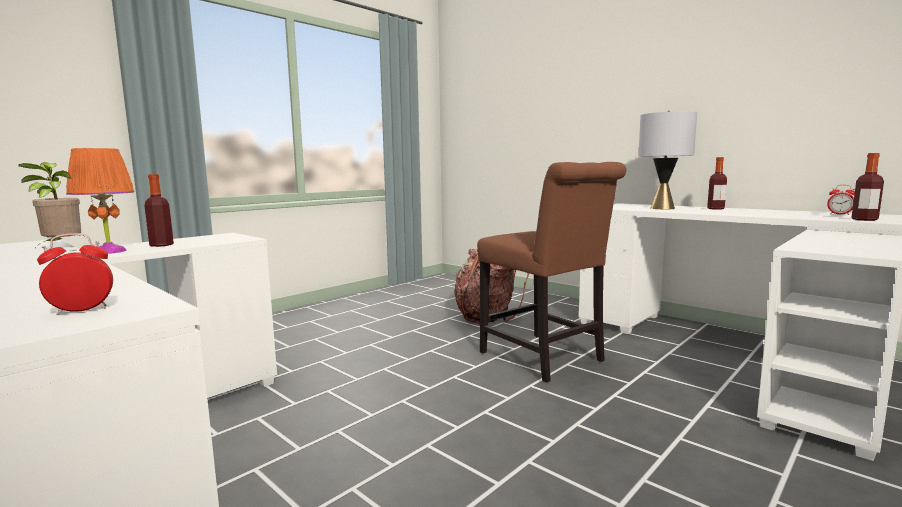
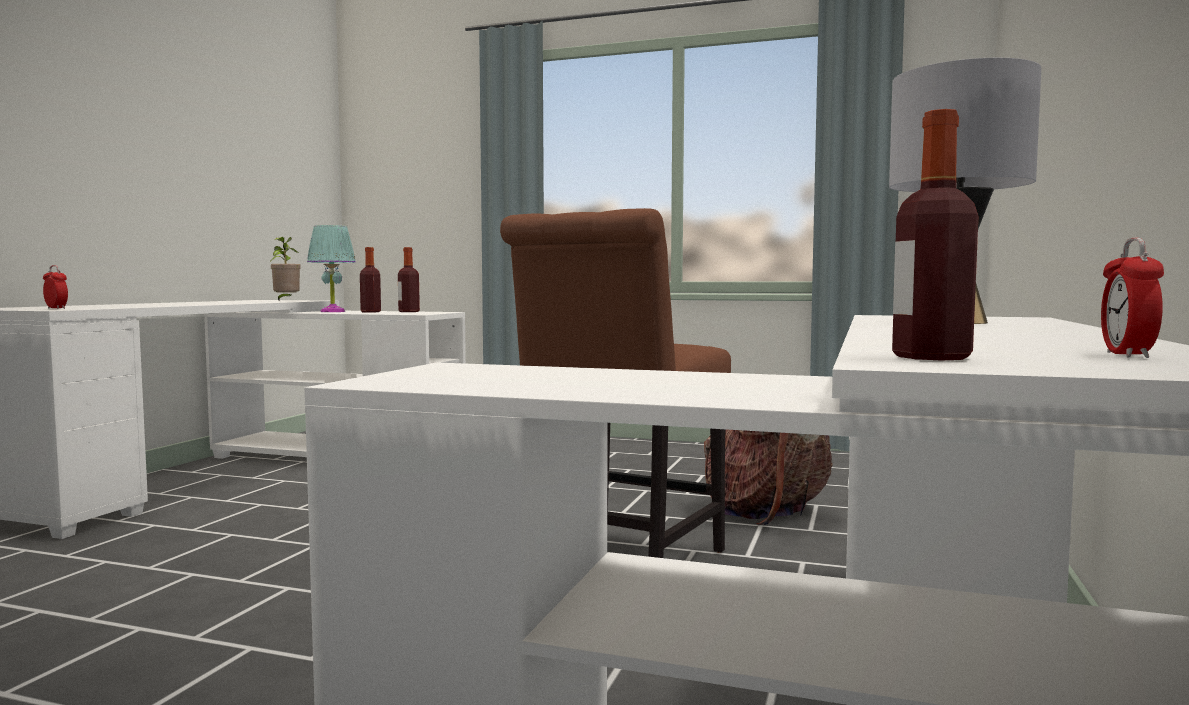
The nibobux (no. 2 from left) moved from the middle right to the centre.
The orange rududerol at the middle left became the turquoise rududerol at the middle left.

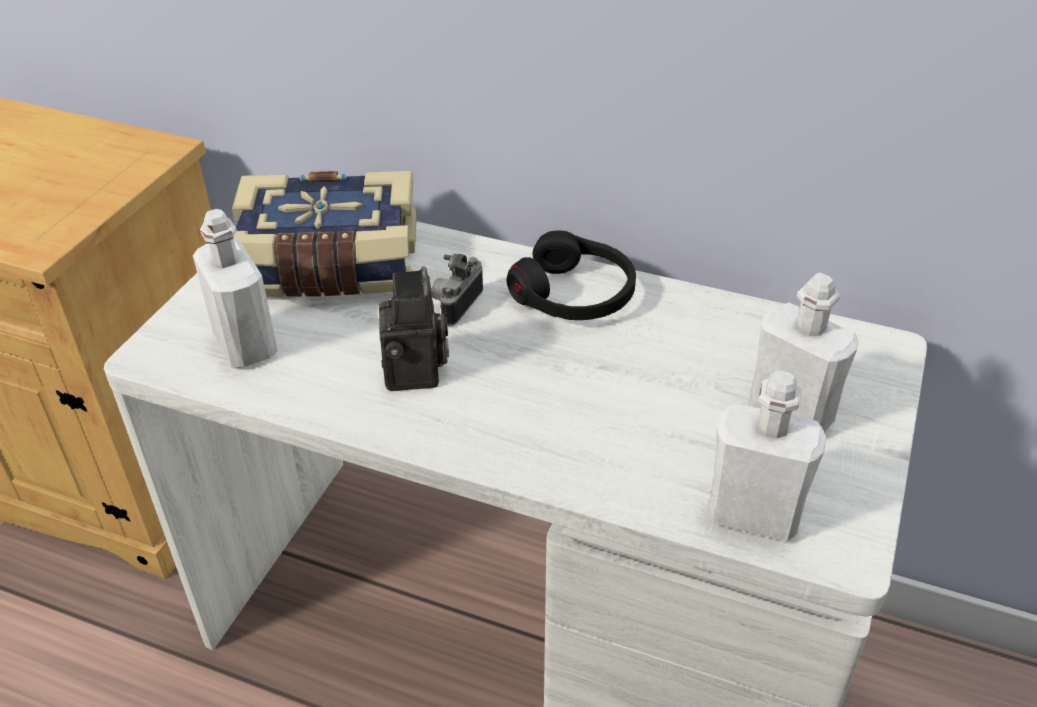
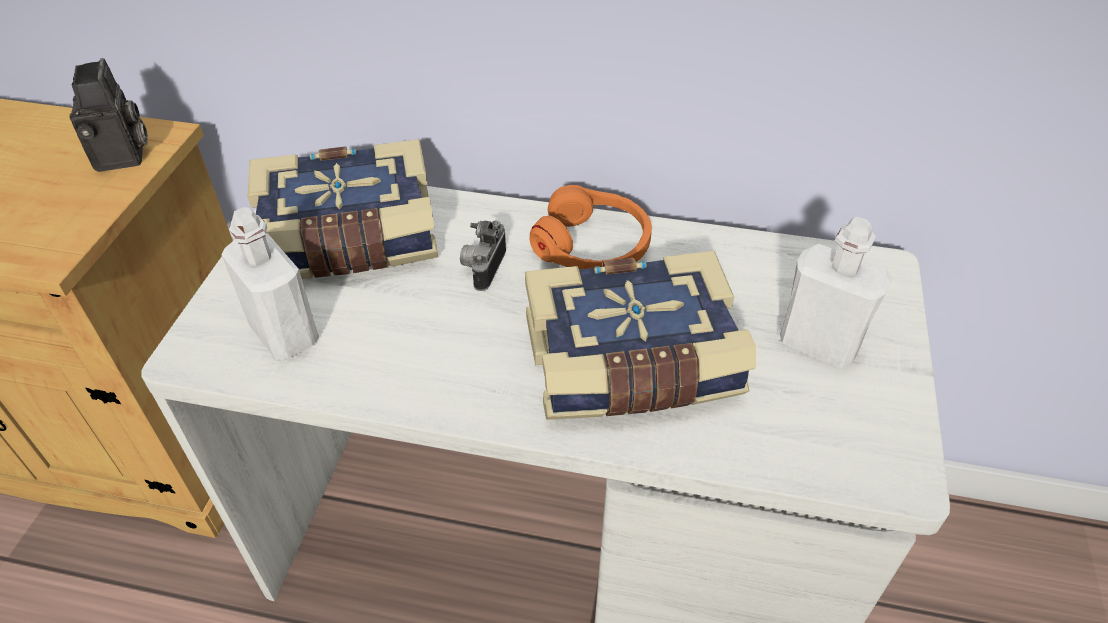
The white nibobux (no. 2 from left) at the middle right disappeared.
The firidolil (no. 2 from left) at the centre appeared.
The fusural (no. 1 from left) moved from the centre to the top left.
The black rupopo at the centre became the orange rupopo at the centre.

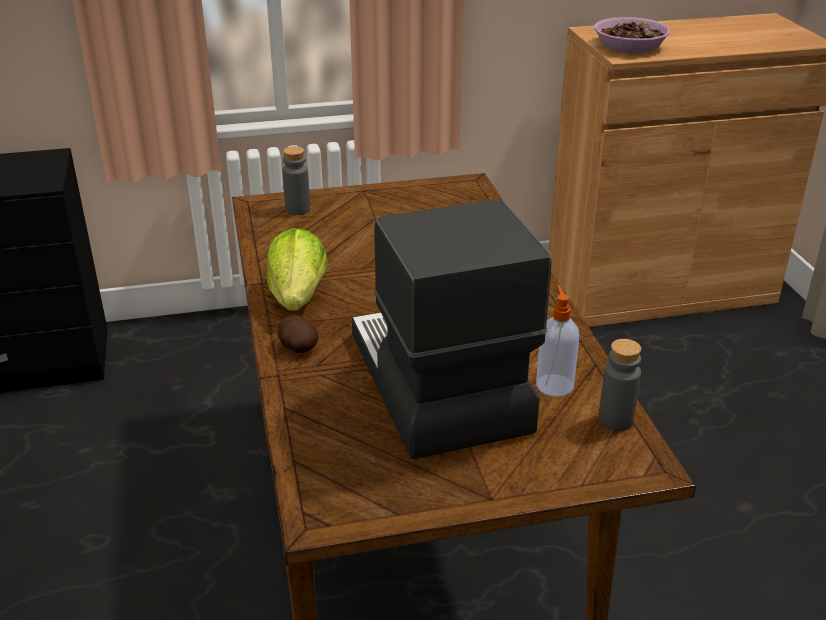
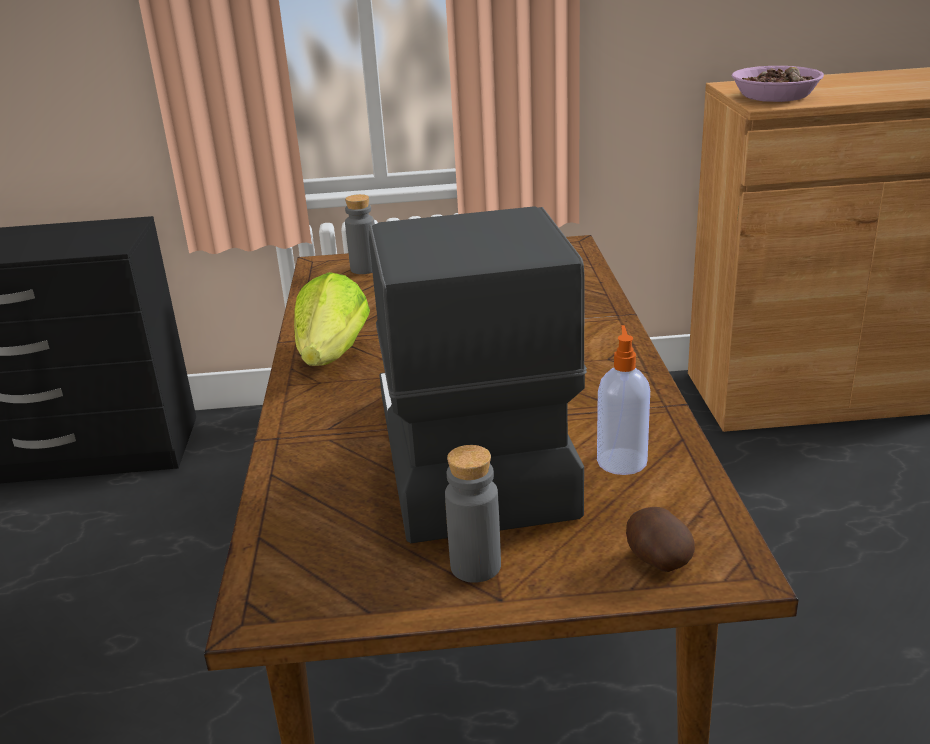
The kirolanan moved from the centre to the bottom right.
The grey nibobux (no. 2 from left) moved from the middle right to the bottom centre.

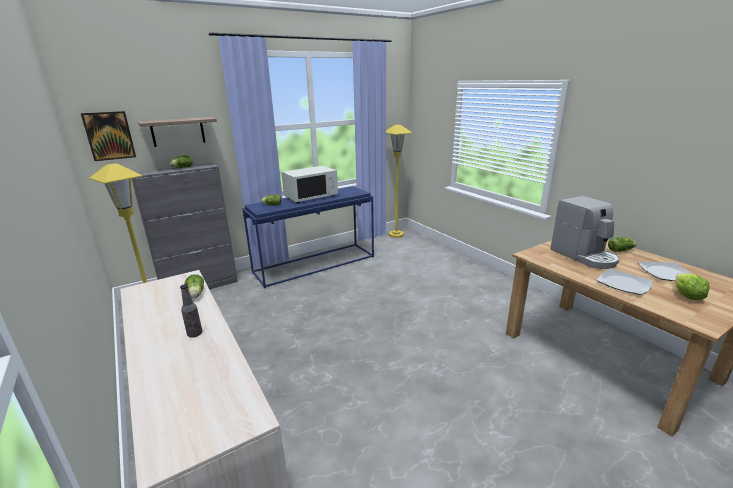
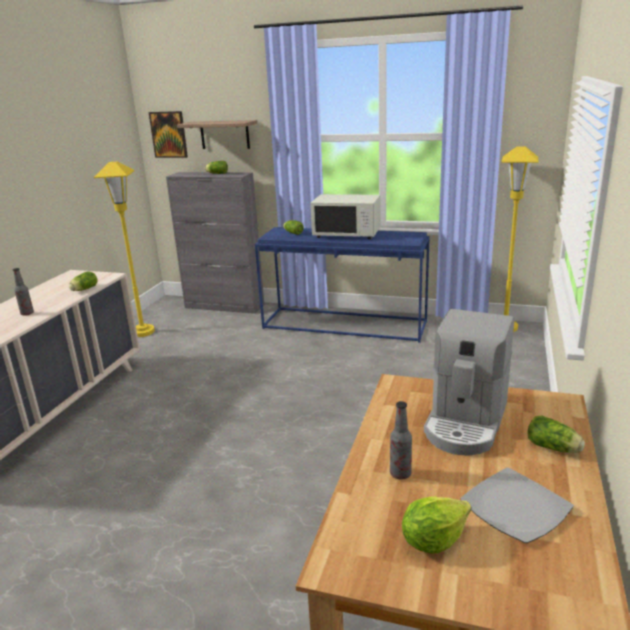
The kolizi (no. 1 from left) at the middle right was replaced by the nibobux (no. 2 from left) at the bottom centre.

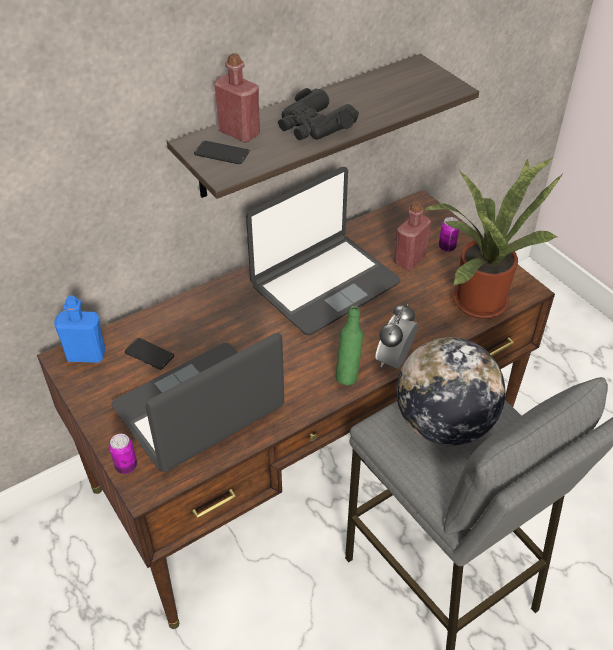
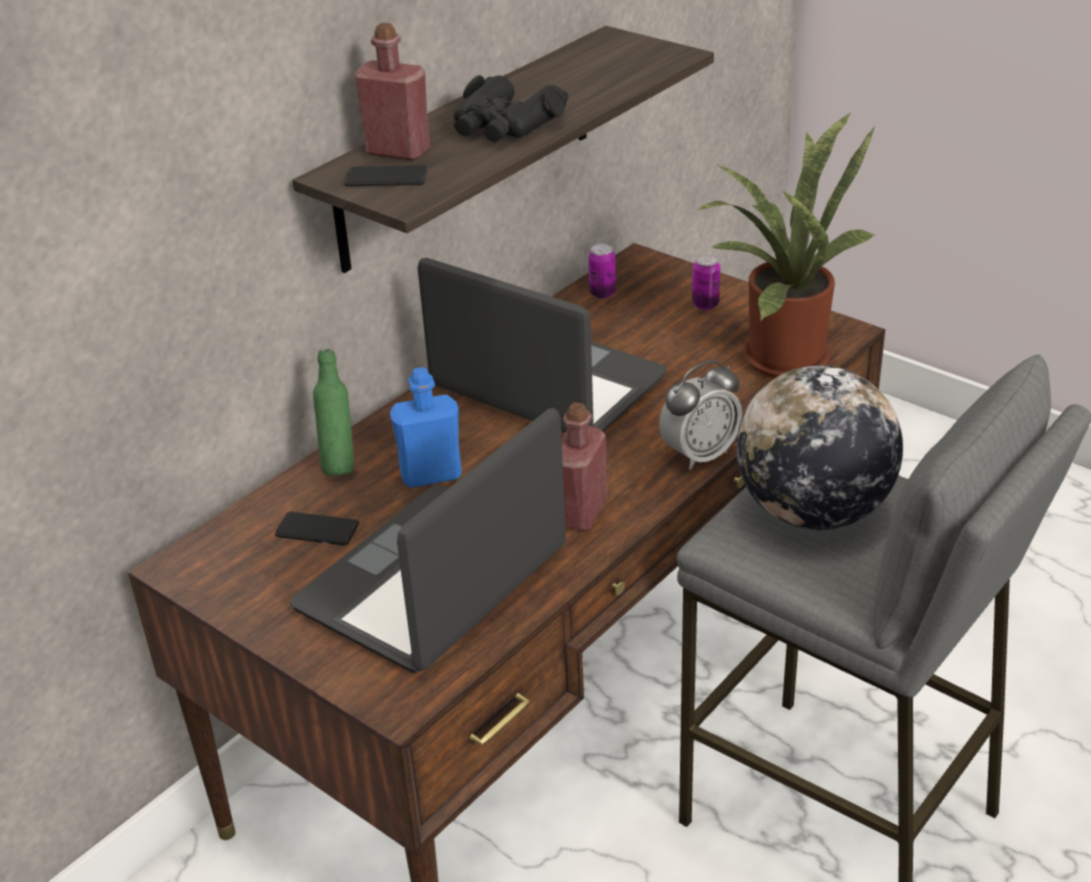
The blue nibobux moved from the middle left to the centre.
The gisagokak (no. 1 from left) moved from the bottom left to the top centre.
The green nibobux moved from the centre to the middle left.
The red nibobux (no. 2 from left) moved from the middle right to the centre.
The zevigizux (no. 2 from left) at the centre turned 90 degrees counterclockwise.
The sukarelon at the centre turned 135 degrees counterclockwise.

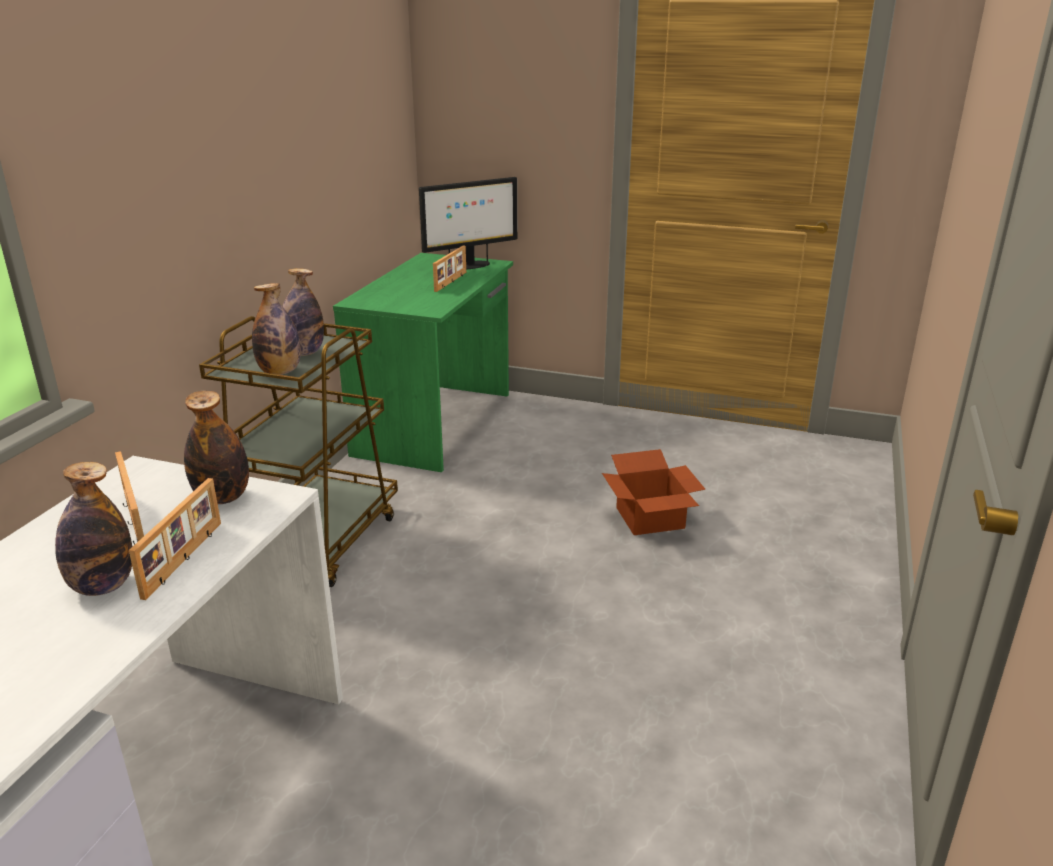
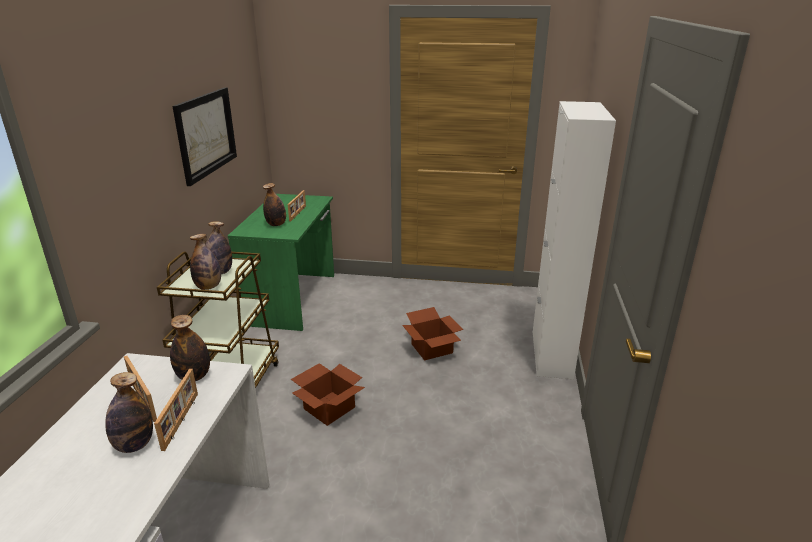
The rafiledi at the top centre disappeared.
The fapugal at the top left appeared.
The nibobux (no. 5 from left) at the centre appeared.
The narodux (no. 1 from left) at the bottom centre appeared.
The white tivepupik at the middle right appeared.

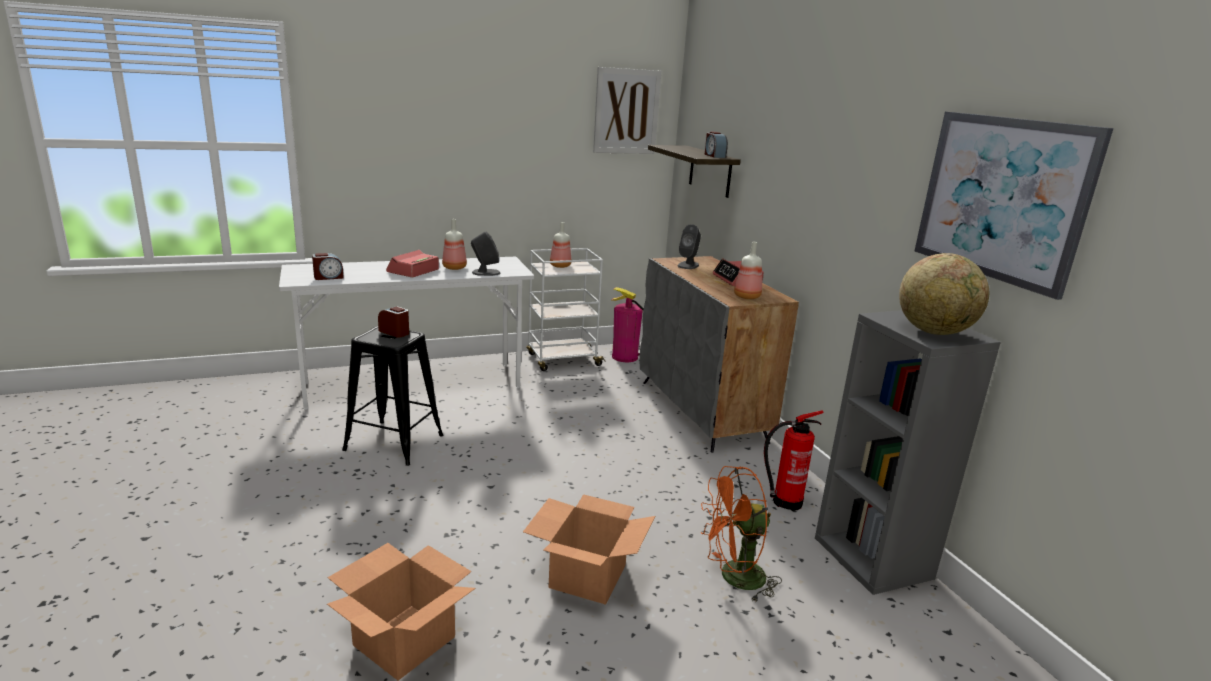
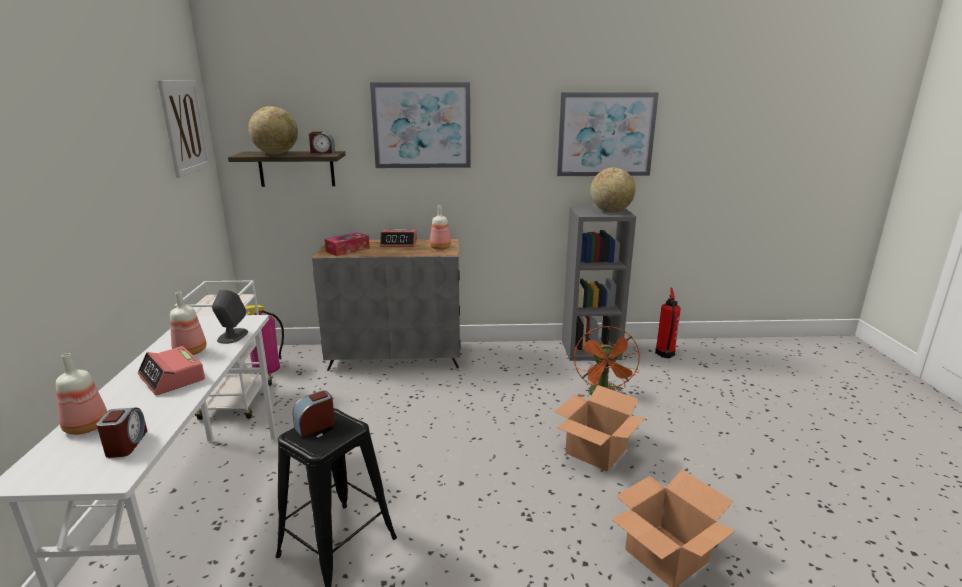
The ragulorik (no. 1 from left) at the top left appeared.
The fapugal (no. 2 from left) at the top centre appeared.
The nibobux (no. 2 from left in the first image) moved from the centre to the bottom left.
The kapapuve (no. 2 from left) moved from the bottom centre to the middle right.
The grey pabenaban (no. 2 from left) at the centre was replaced by the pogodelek at the centre.

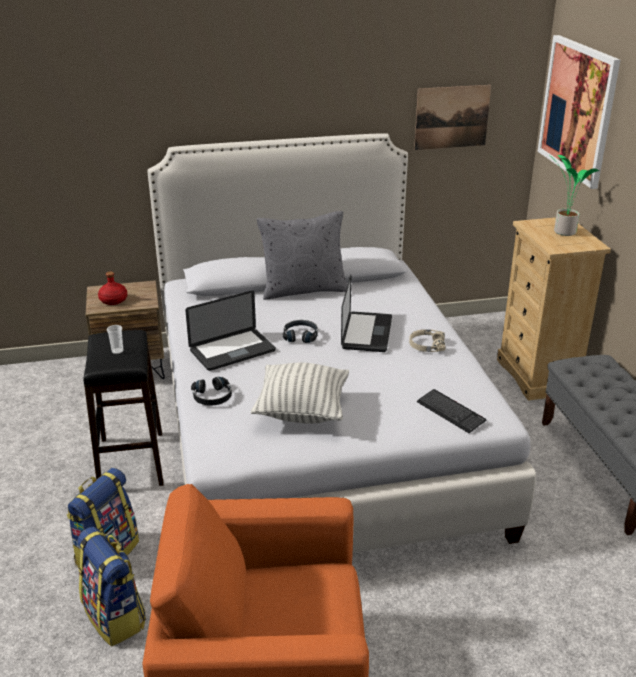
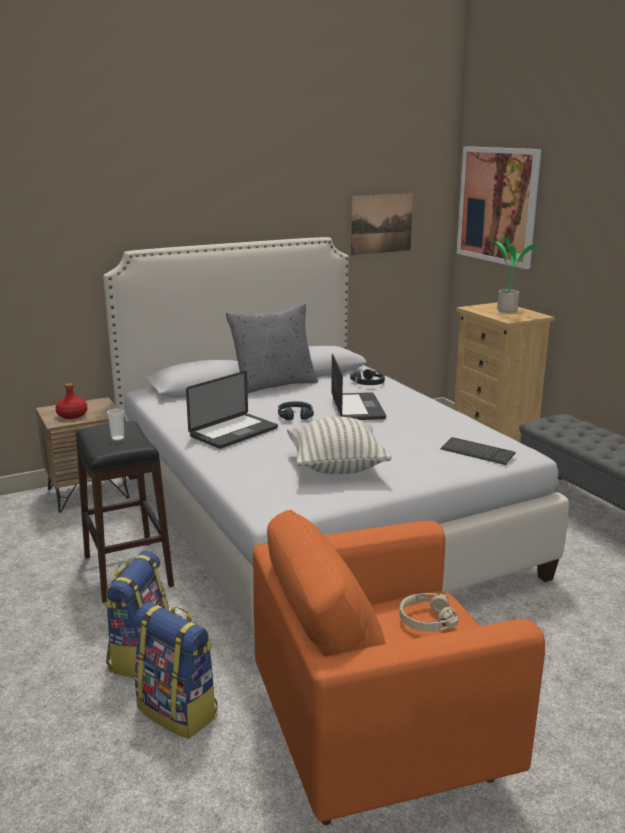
The black rupopo (no. 1 from left in the first image) moved from the middle left to the centre.
The beige rupopo moved from the middle right to the bottom right.

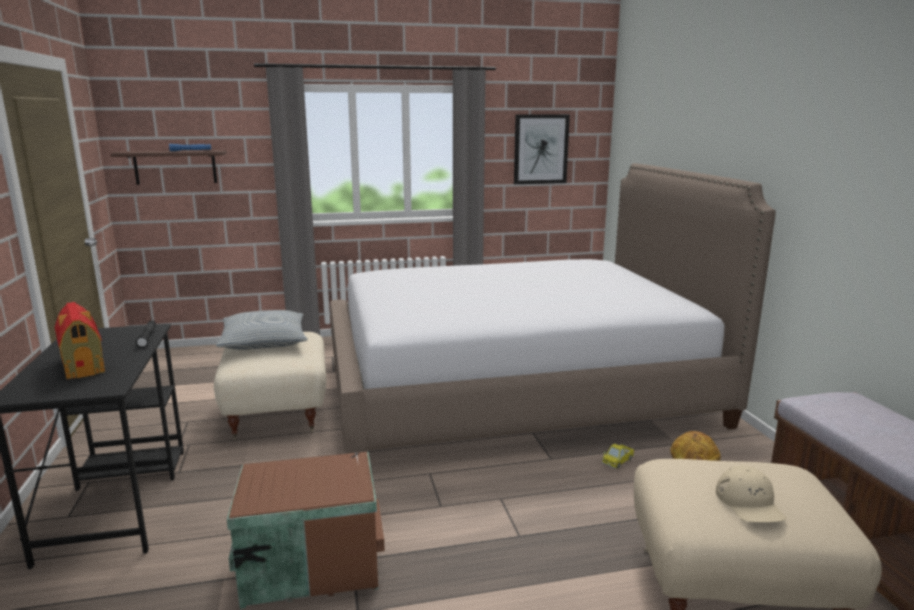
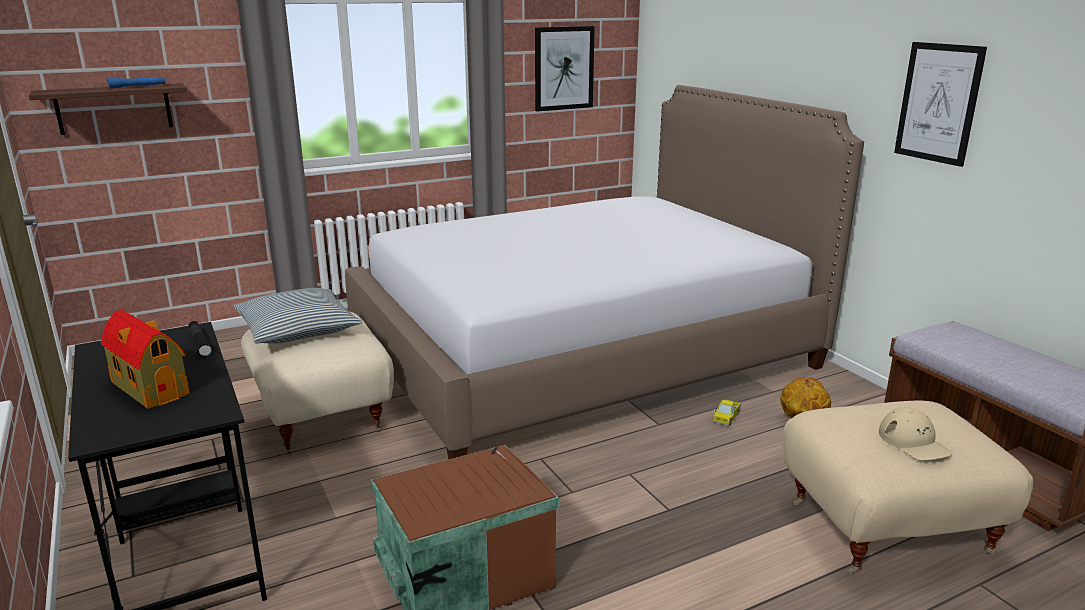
The fapugal (no. 2 from left) at the top right appeared.

